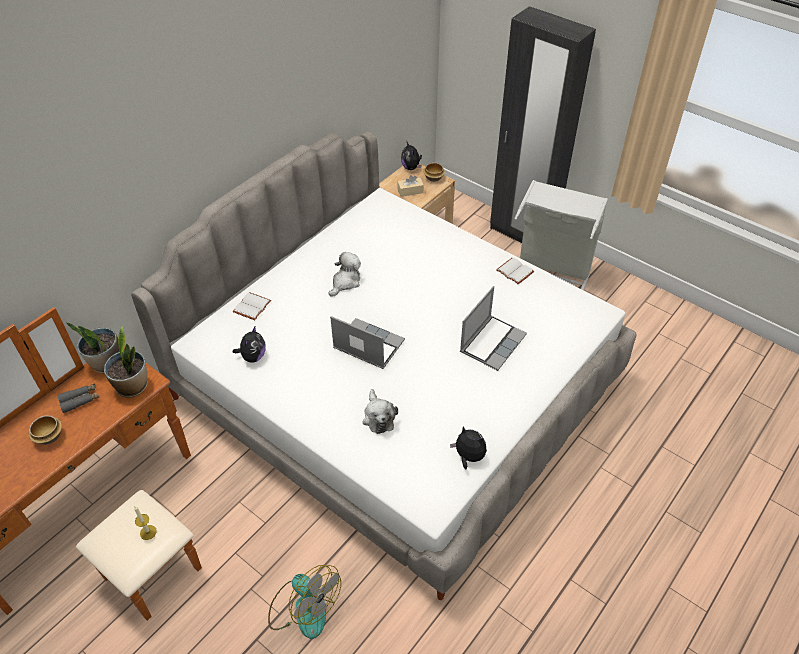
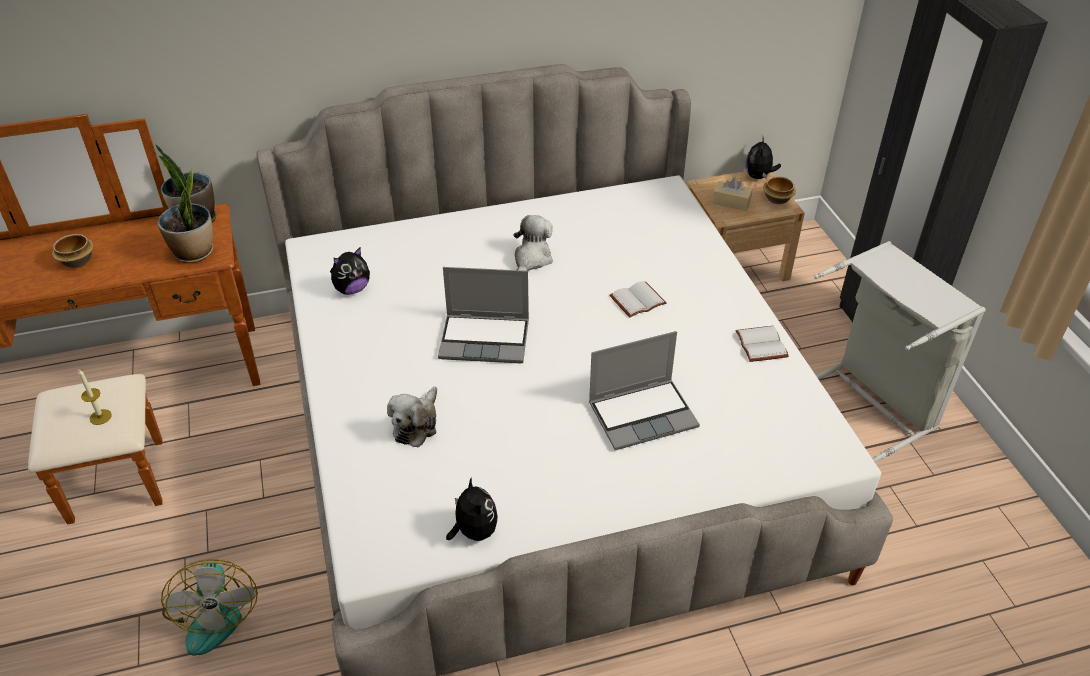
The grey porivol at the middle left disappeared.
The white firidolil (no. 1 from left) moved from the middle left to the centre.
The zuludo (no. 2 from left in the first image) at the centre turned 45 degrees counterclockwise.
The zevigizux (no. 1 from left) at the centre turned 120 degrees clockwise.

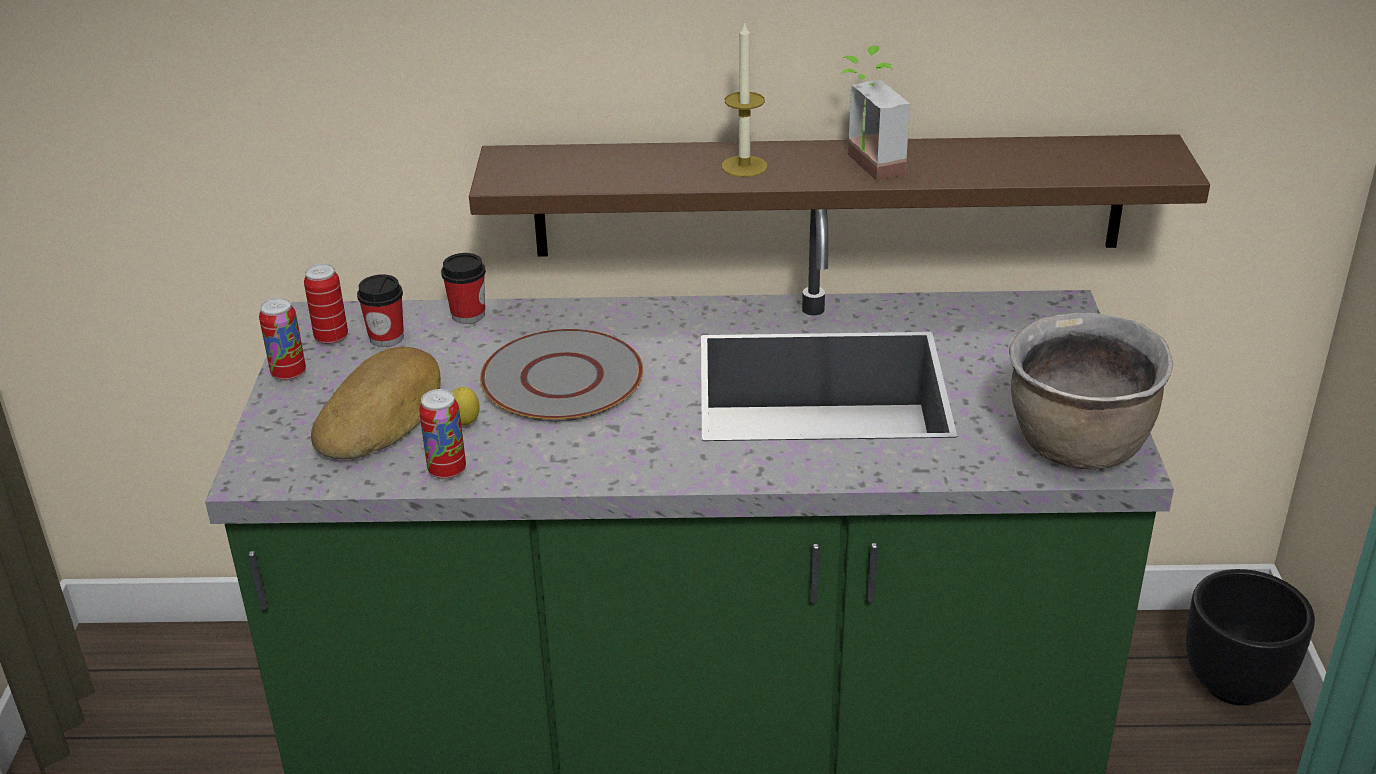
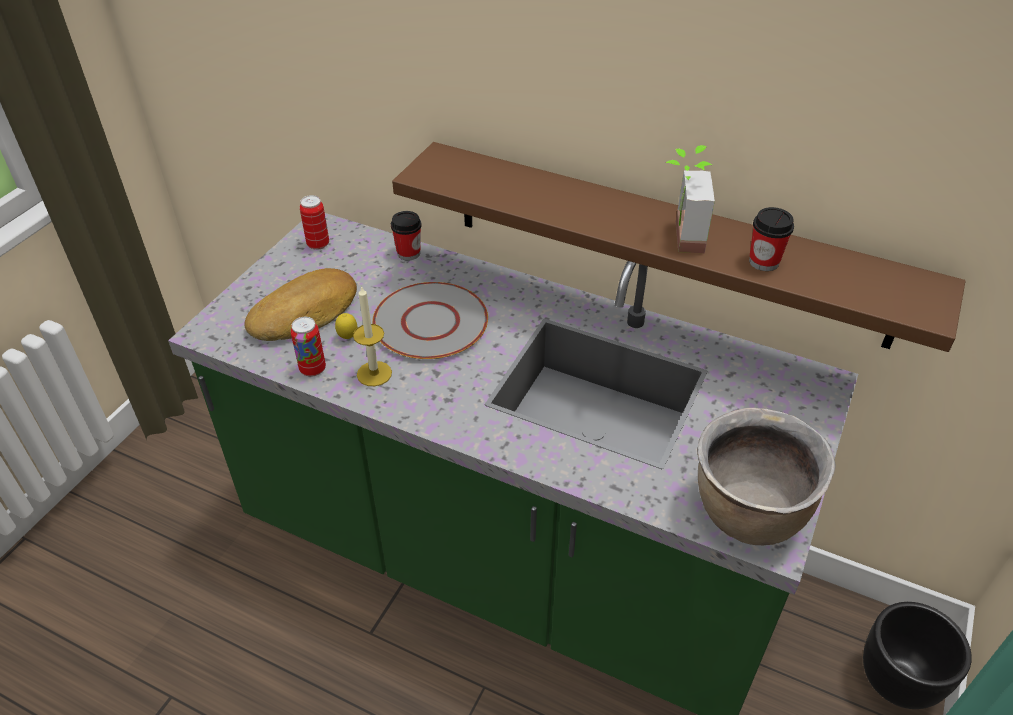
The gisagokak (no. 1 from left) at the middle left disappeared.
The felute (no. 1 from left in the first image) moved from the middle left to the middle right.
The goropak moved from the top centre to the centre.

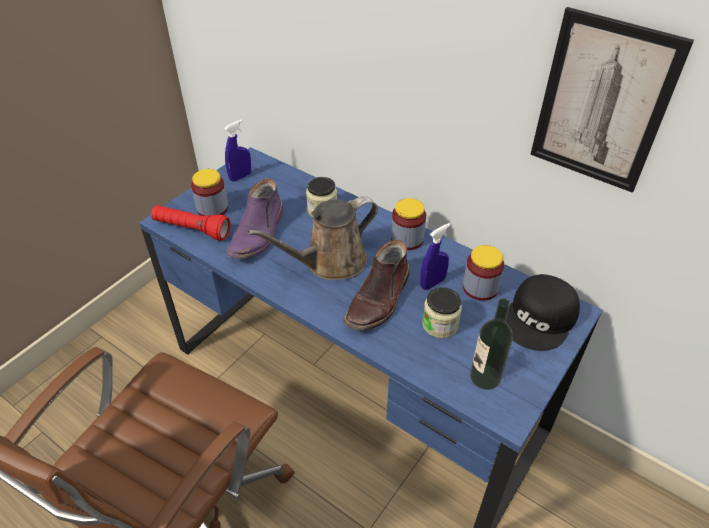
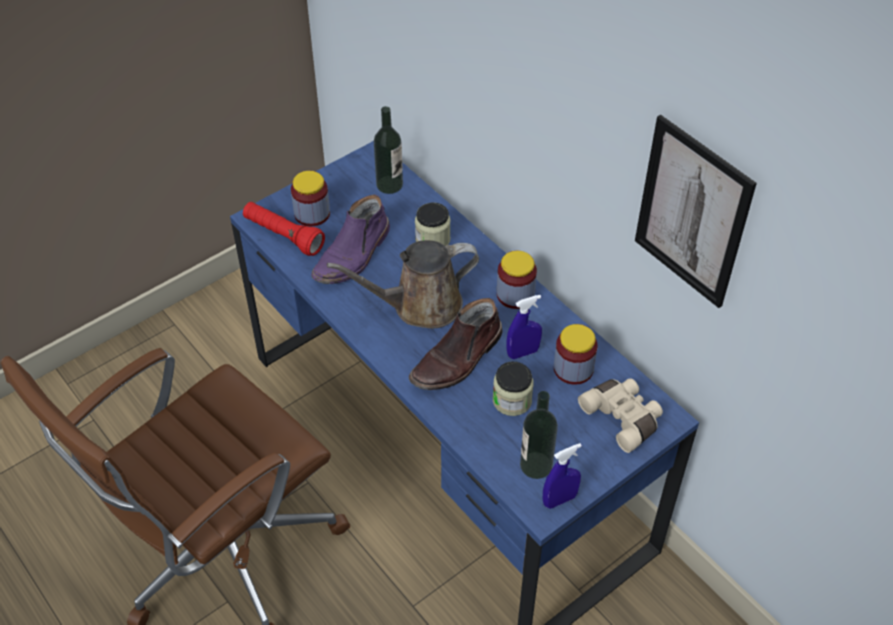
The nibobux (no. 1 from left) at the top centre appeared.
The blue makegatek (no. 1 from left in the first image) moved from the top centre to the bottom centre.
The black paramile at the middle right was replaced by the beige porivol at the middle right.

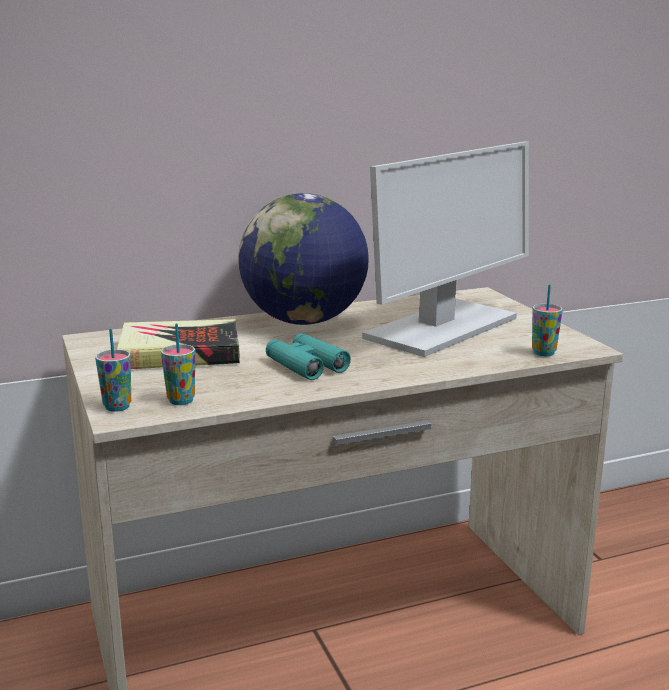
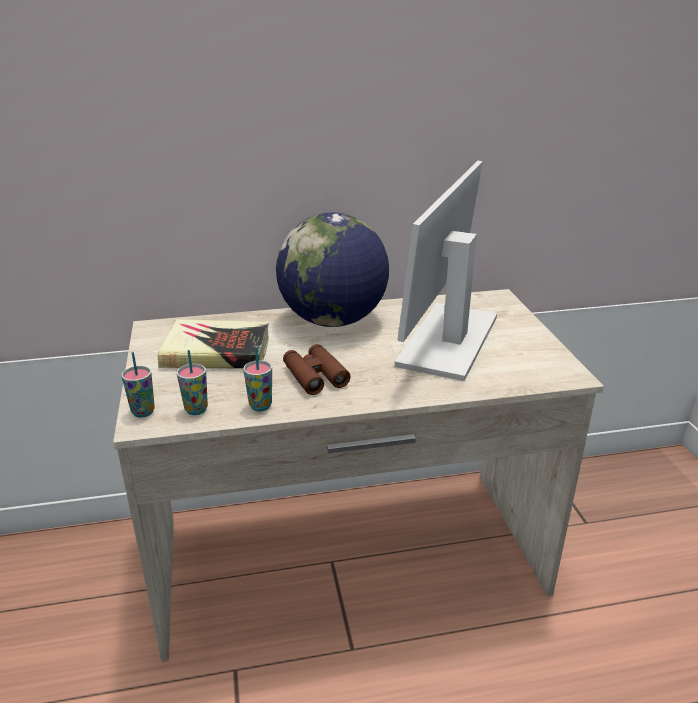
The felute (no. 3 from left) moved from the middle right to the centre.
The turquoise porivol at the centre became the brown porivol at the centre.
The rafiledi at the centre turned 150 degrees clockwise.

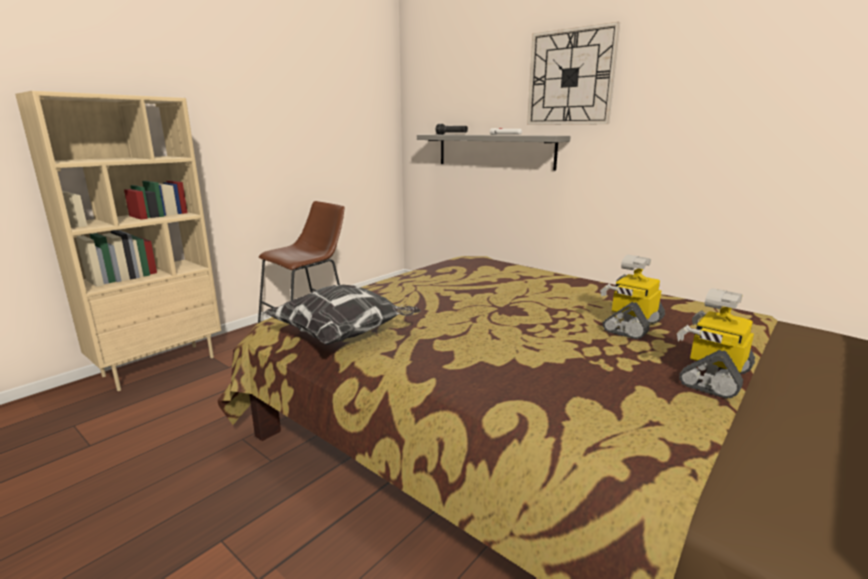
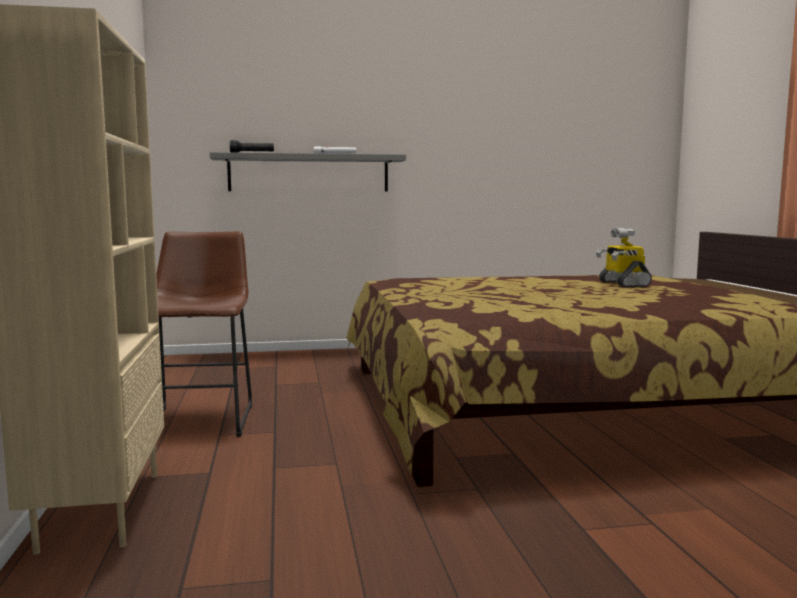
The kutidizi at the centre disappeared.
The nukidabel at the top centre disappeared.
The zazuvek (no. 2 from left) at the middle right disappeared.

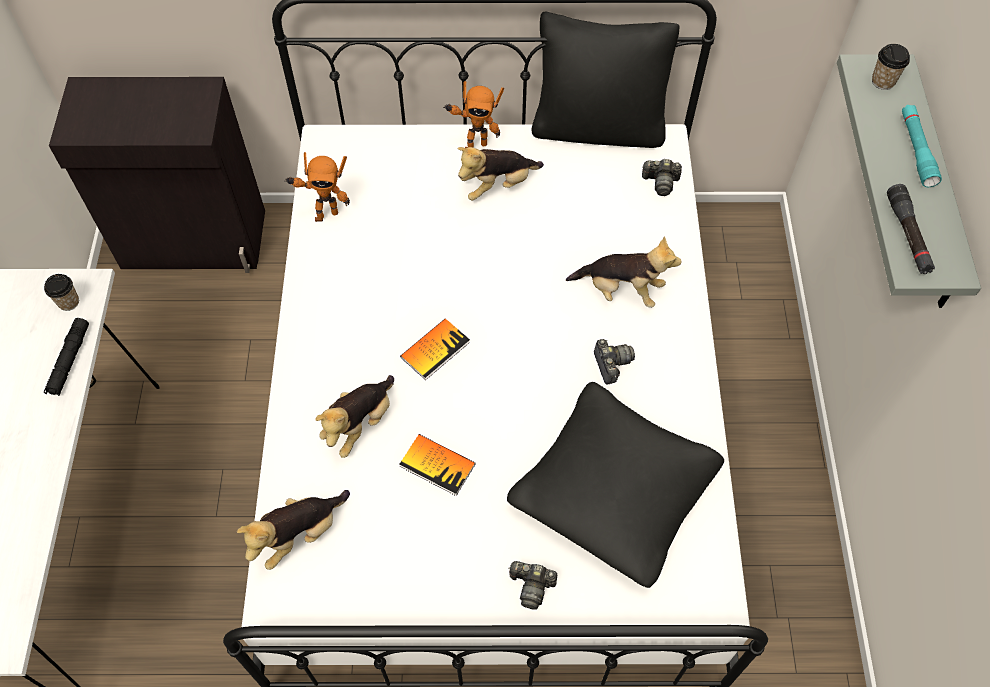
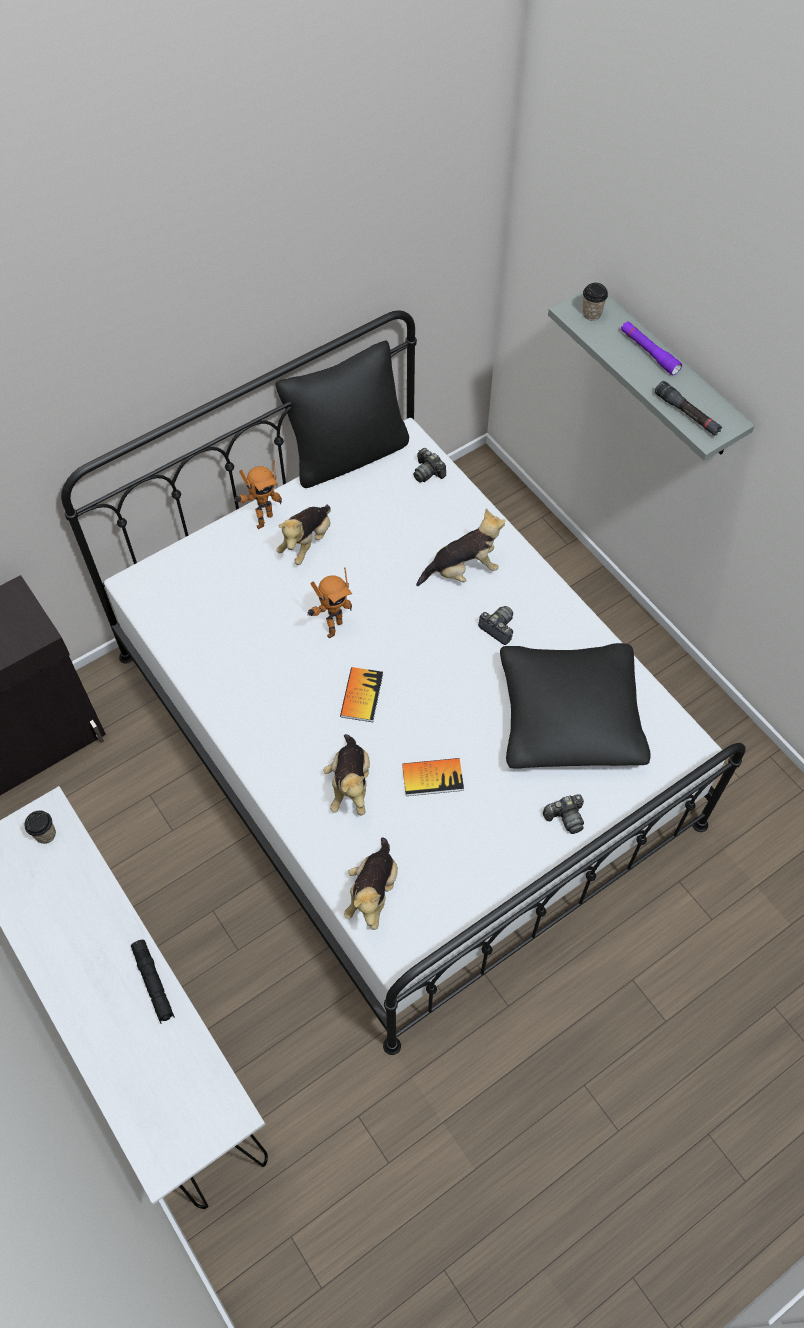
The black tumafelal (no. 1 from left) moved from the middle left to the bottom left.
The zazuvek (no. 1 from left in the first image) moved from the top left to the centre.
The turquoise tumafelal at the top right became the purple tumafelal at the top right.
The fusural (no. 3 from left in the first image) at the top right turned 75 degrees clockwise.

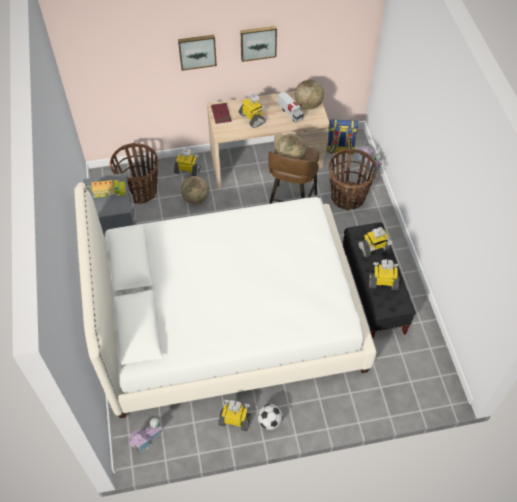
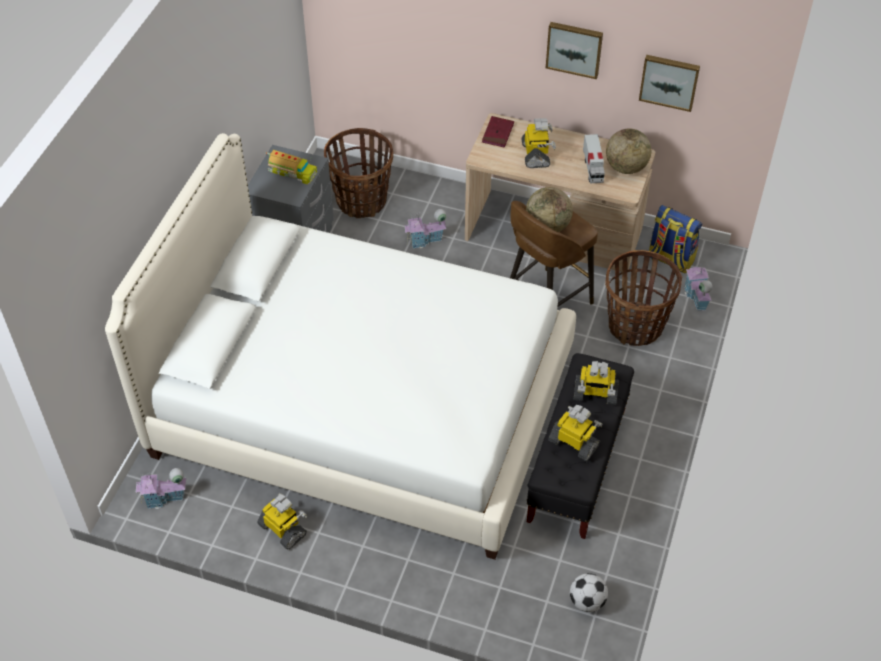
The zazuvek (no. 1 from left) at the top centre disappeared.
The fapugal (no. 1 from left in the first image) moved from the top centre to the top right.
The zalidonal moved from the bottom centre to the bottom right.
The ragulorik (no. 1 from left) at the centre was replaced by the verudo (no. 2 from left) at the centre.

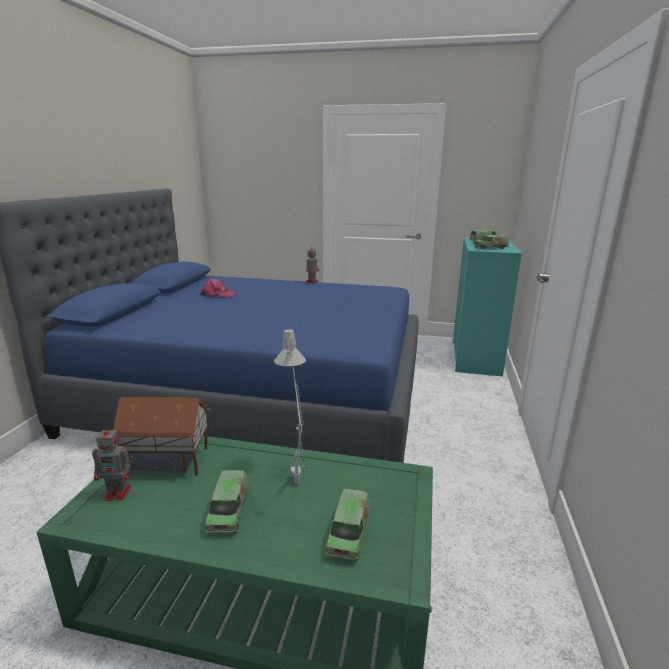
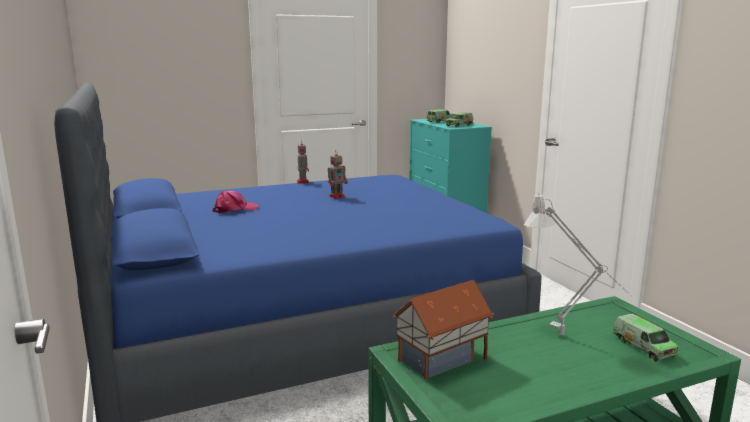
The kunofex (no. 1 from left) at the bottom centre disappeared.
The zazuvek (no. 1 from left in the first image) moved from the bottom left to the centre.

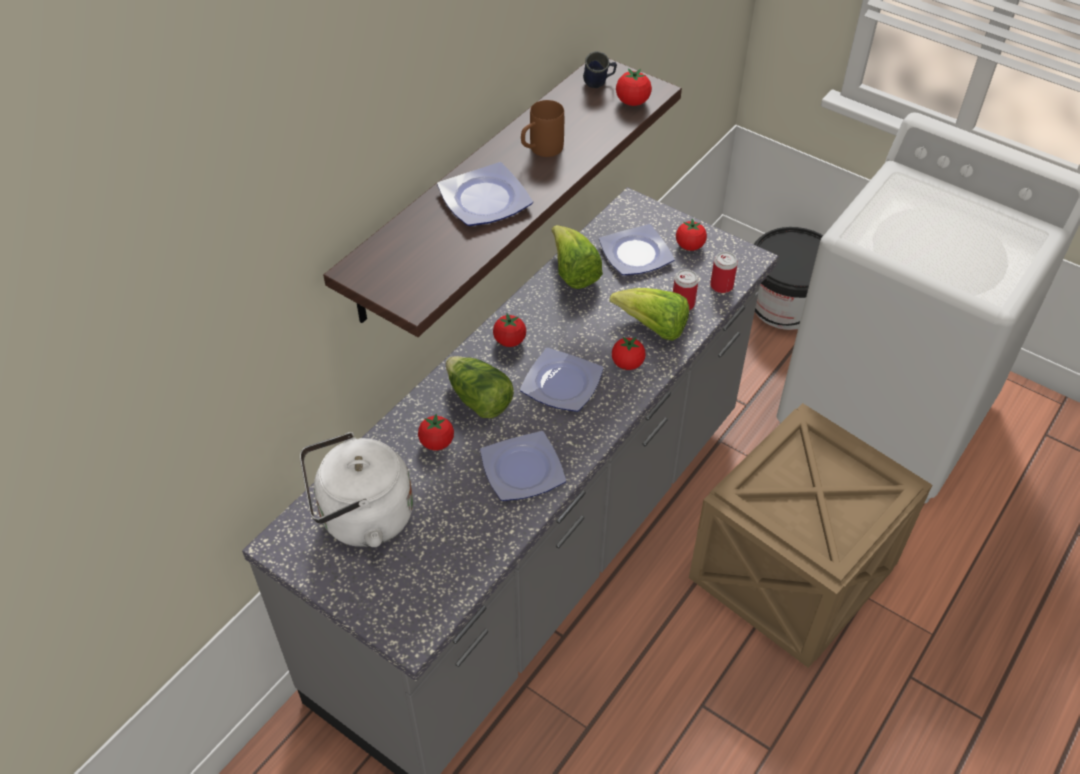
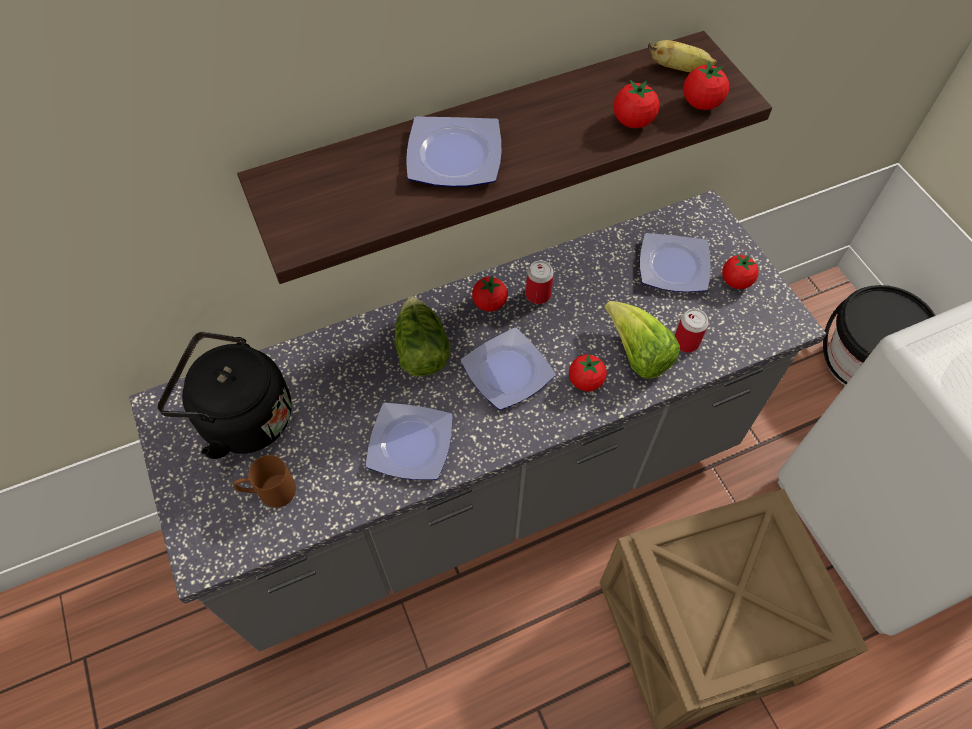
The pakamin (no. 2 from left) at the top centre disappeared.
The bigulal (no. 1 from left in the first image) moved from the centre to the top centre.
The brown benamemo moved from the top centre to the middle left.
The gisagokak (no. 2 from left in the first image) moved from the middle right to the centre.
The blue benamemo at the top centre was replaced by the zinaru at the top right.
The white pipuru at the middle left became the black pipuru at the middle left.

